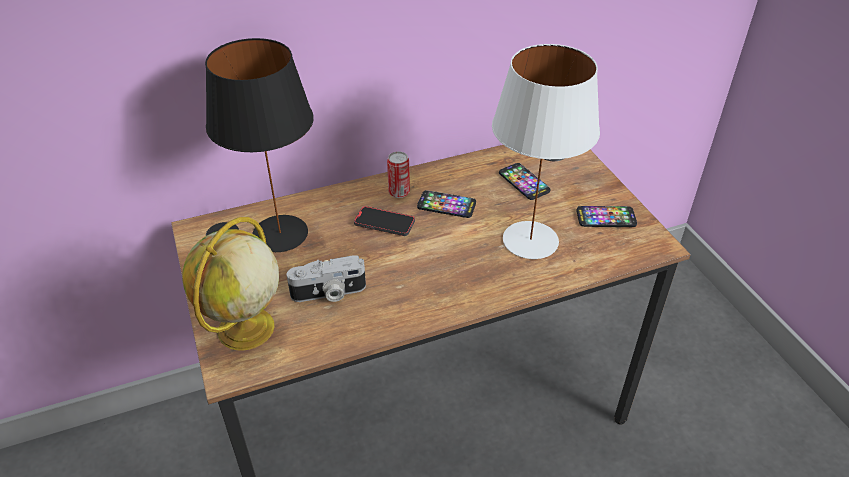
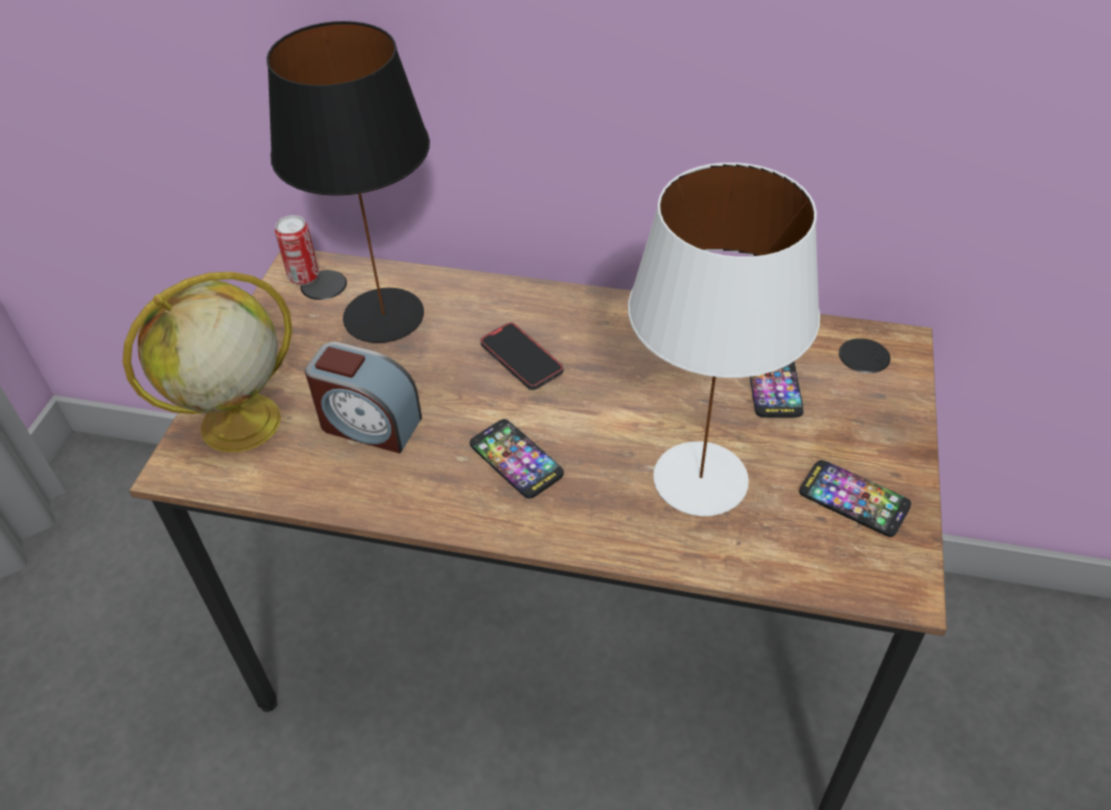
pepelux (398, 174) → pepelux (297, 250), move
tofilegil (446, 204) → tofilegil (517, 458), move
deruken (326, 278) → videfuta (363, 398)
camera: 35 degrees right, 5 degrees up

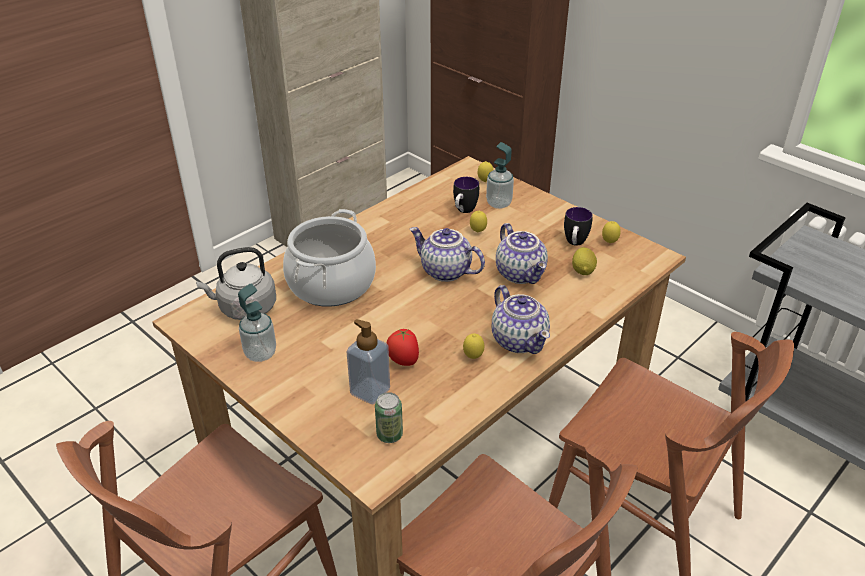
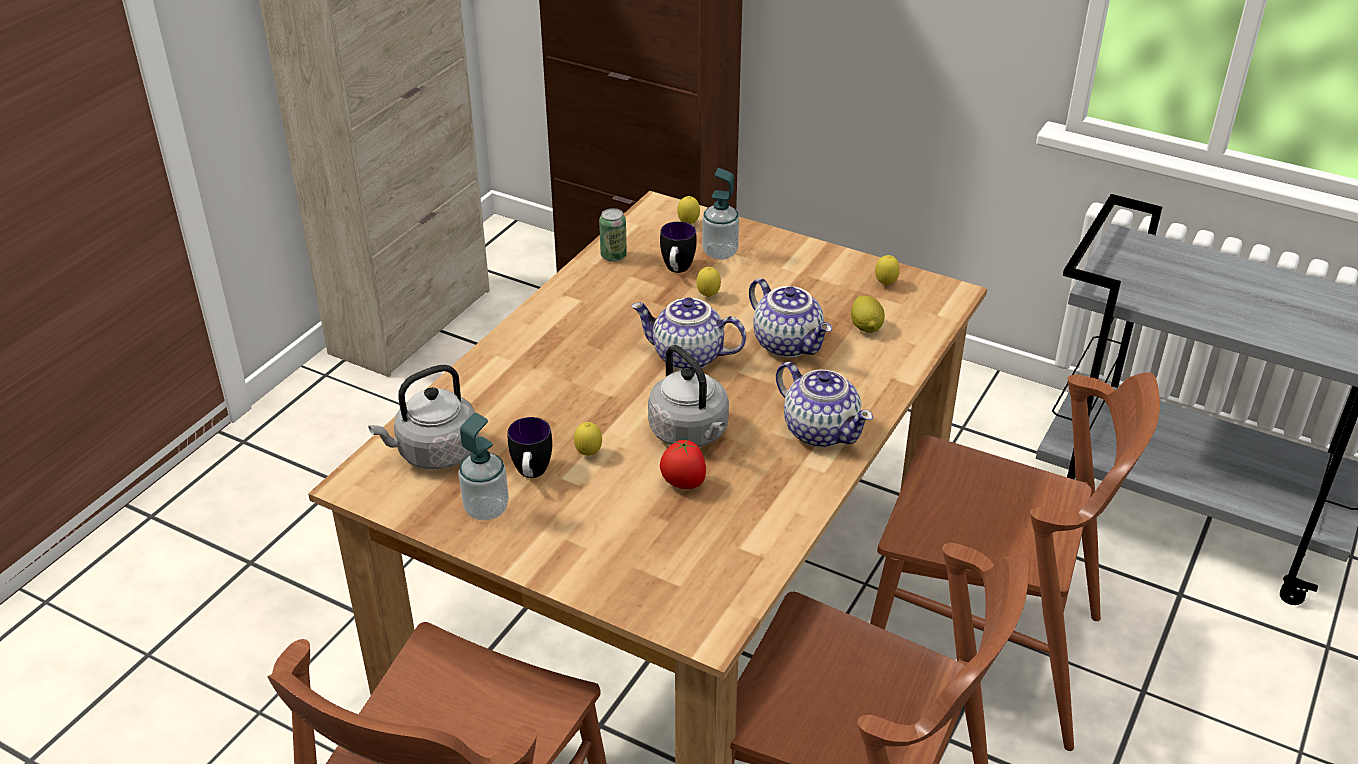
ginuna (329, 258) → -
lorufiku (368, 361) → -
- → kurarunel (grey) (688, 396)
pepelux (389, 417) → pepelux (613, 235), move
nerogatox (473, 346) → nerogatox (588, 439), move
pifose (578, 226) → pifose (530, 447), move
camera: 15 degrees left, 0 degrees up

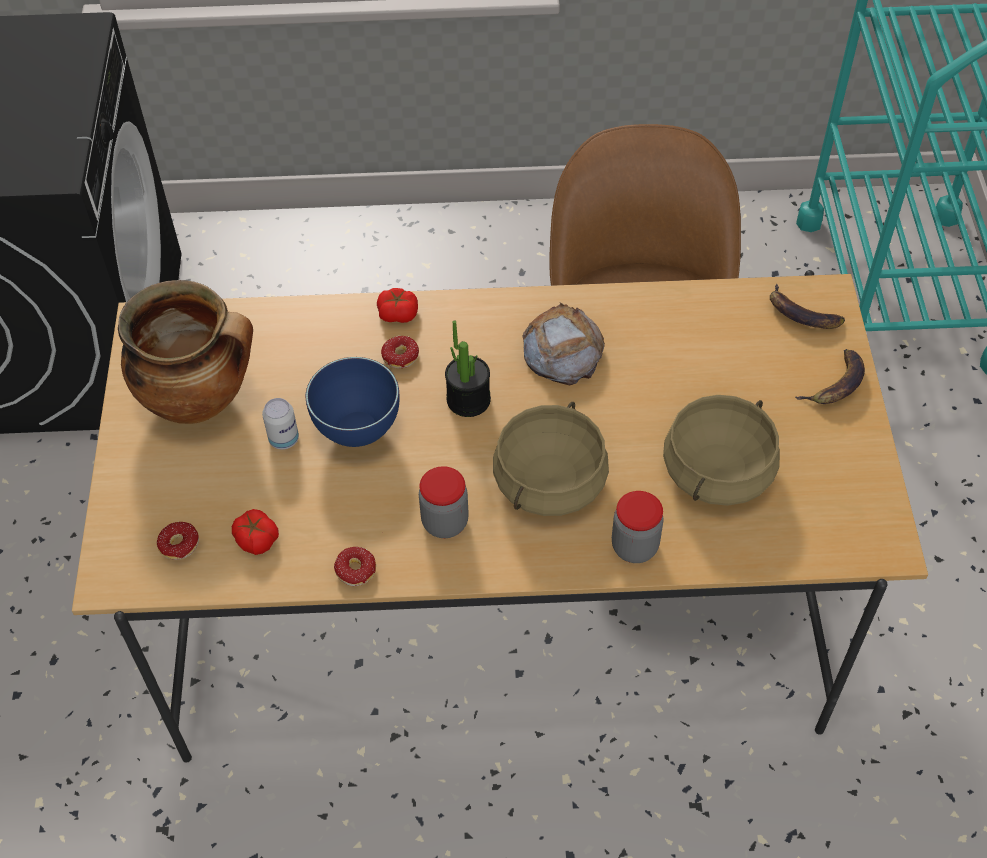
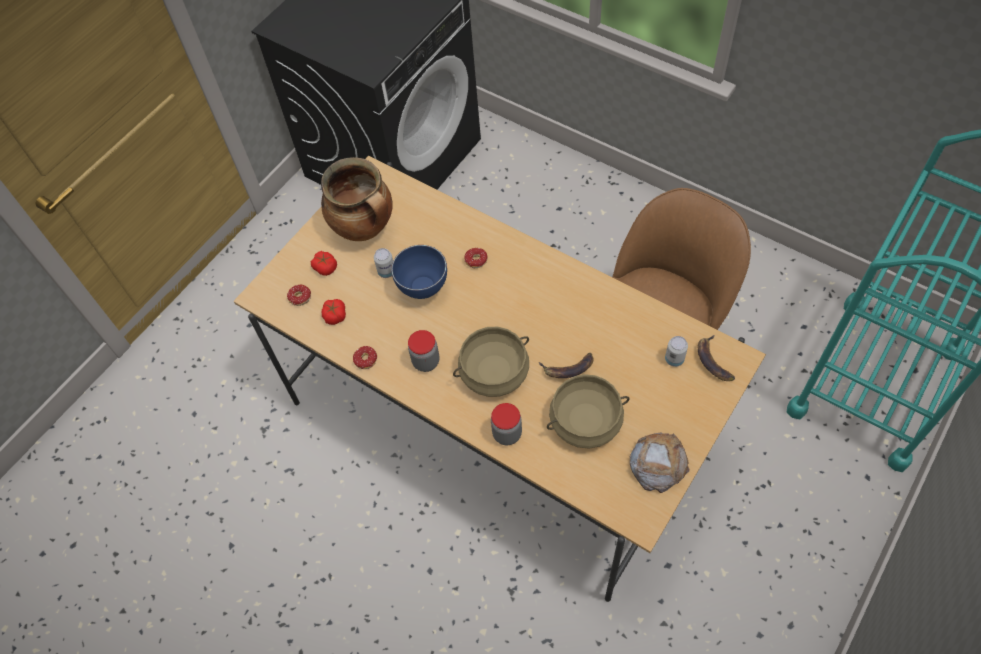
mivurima (468, 368) → -
- → pepelux (676, 351)
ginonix (397, 305) → ginonix (324, 263), move
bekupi (564, 344) → bekupi (659, 463), move
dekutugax (830, 376) → dekutugax (566, 365), move
camera: 40 degrees right, 5 degrees up

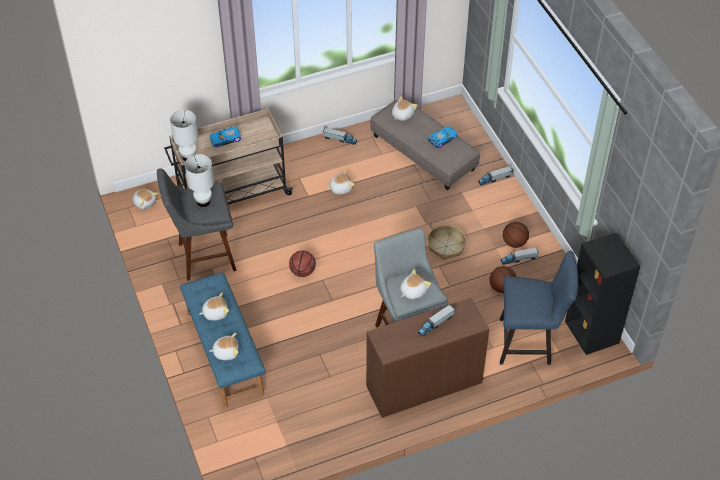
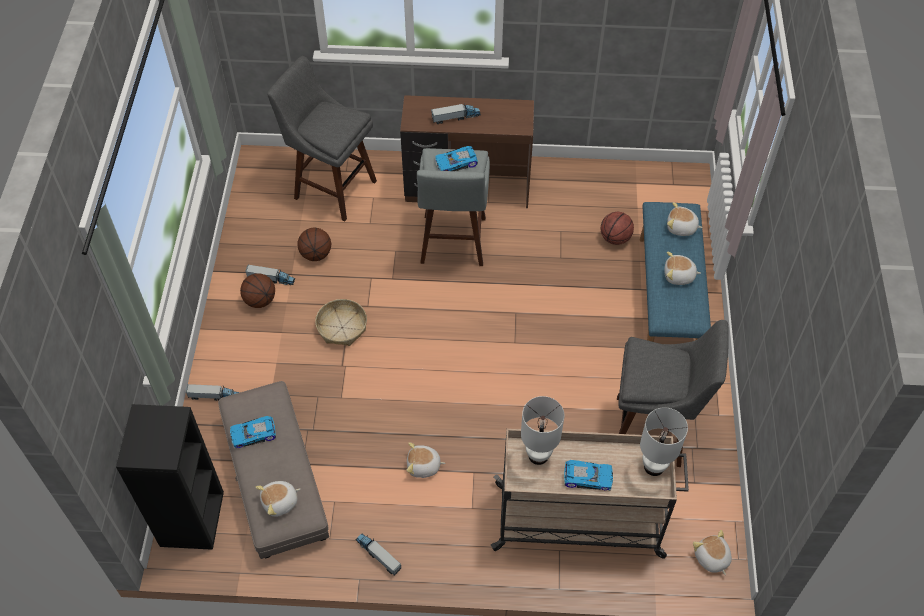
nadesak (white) (199, 180) → nadesak (white) (543, 430), move
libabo (302, 263) → libabo (617, 228), move
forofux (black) (602, 293) → forofux (black) (170, 477), move
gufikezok (415, 284) → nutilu (456, 158)
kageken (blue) (539, 308) → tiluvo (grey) (322, 138)
camera: 155 degrees left, 5 degrees up

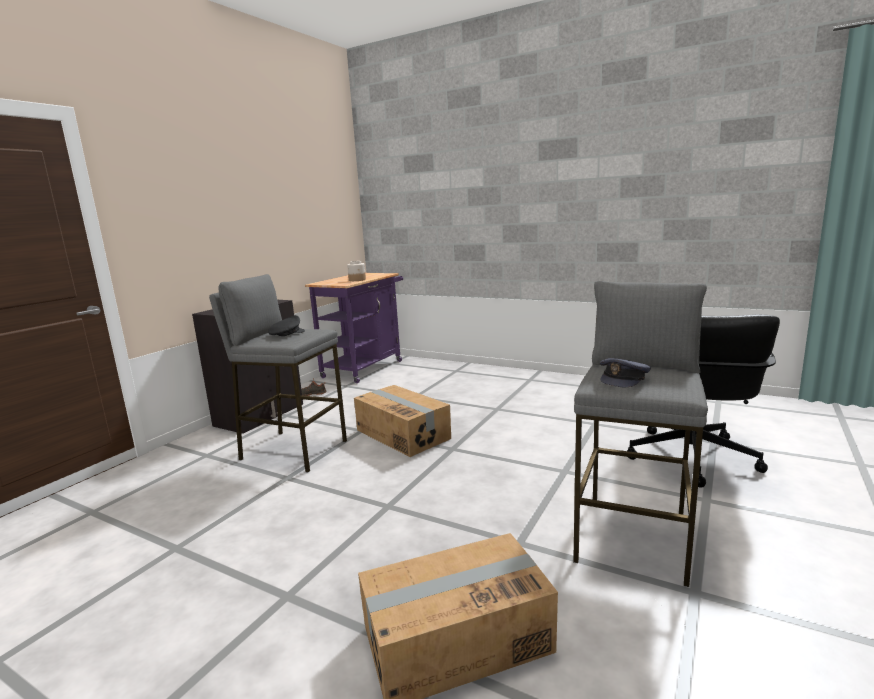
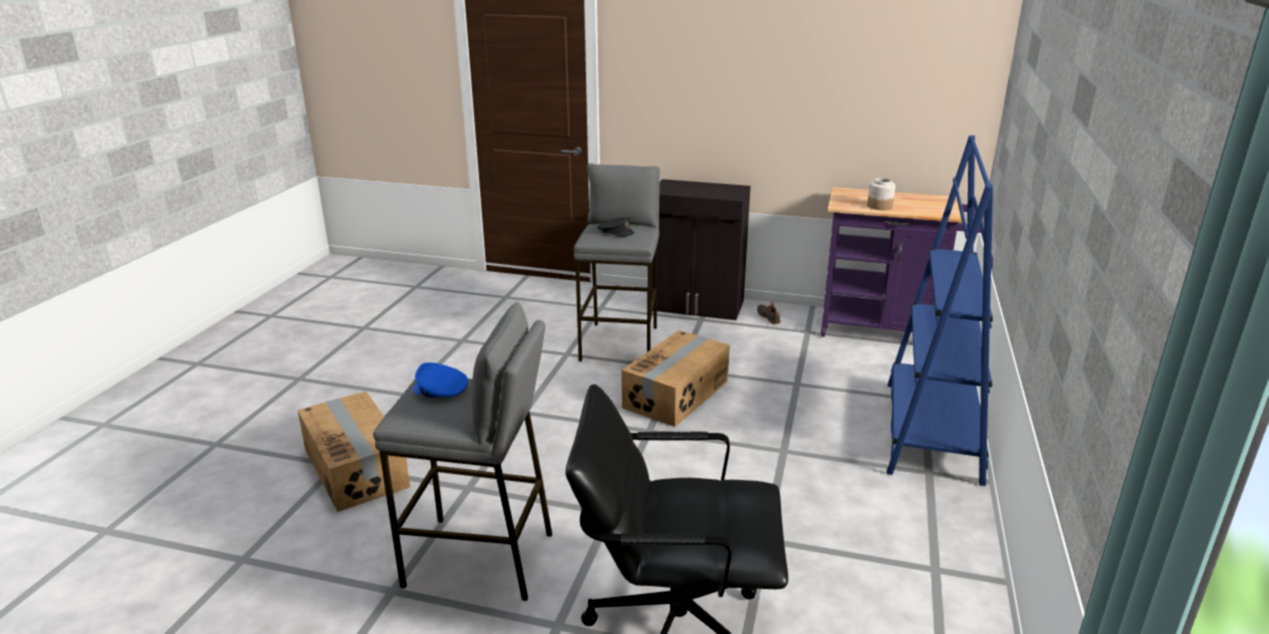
- → forofux (blue) (940, 310)
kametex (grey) (625, 372) → kametex (blue) (440, 380)
camera: 75 degrees right, 10 degrees up

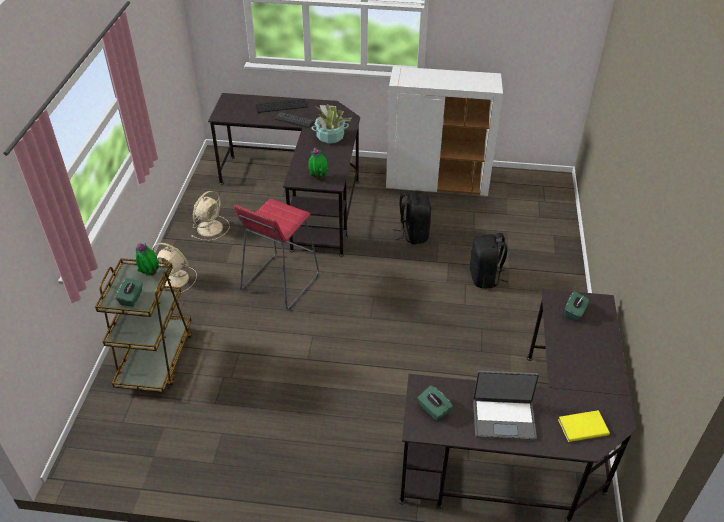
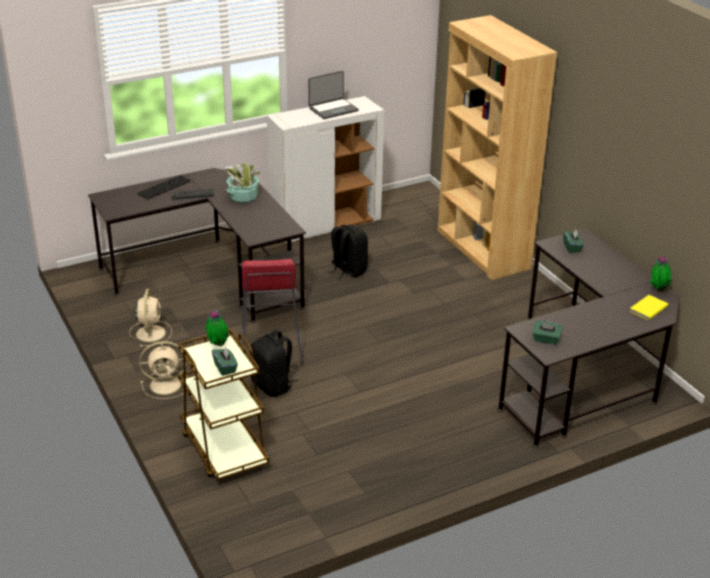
- → forofux (brown) (497, 147)
mivurima (318, 164) → mivurima (661, 274), move
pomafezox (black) (489, 260) → pomafezox (black) (274, 363), move
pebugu (506, 405) → pebugu (333, 95), move
camera: 35 degrees left, 10 degrees down

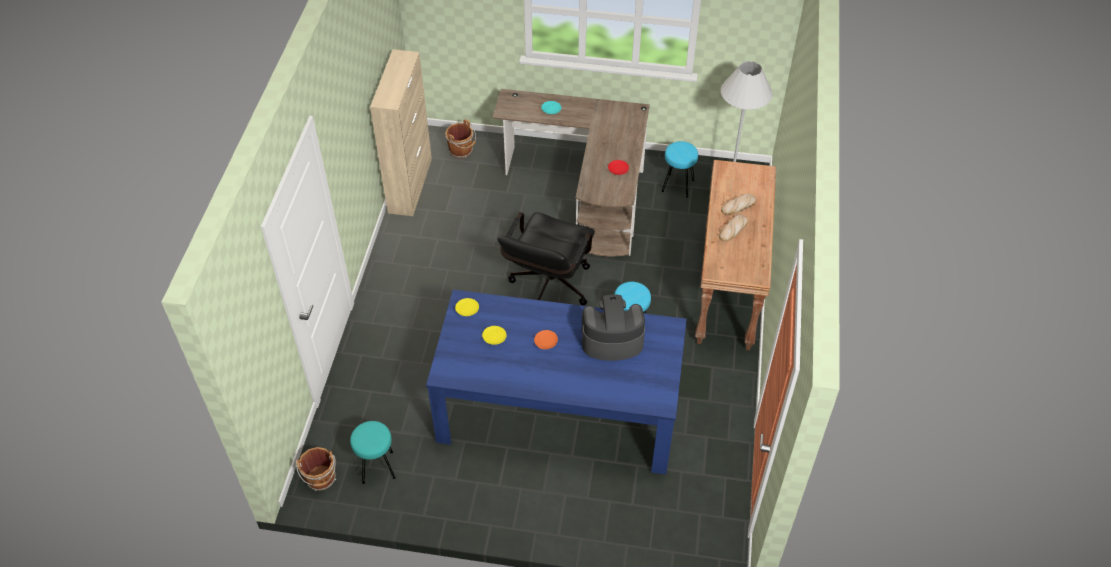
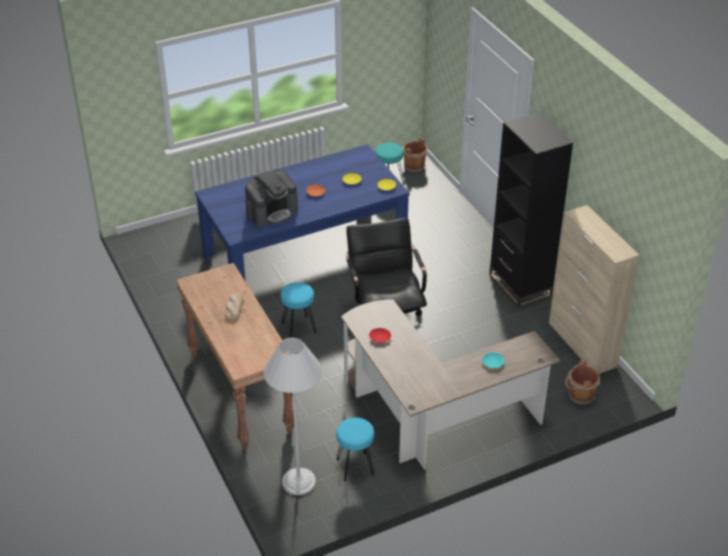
bekupi (738, 204) → -
- → forofux (black) (531, 210)
camera: 145 degrees right, 10 degrees down

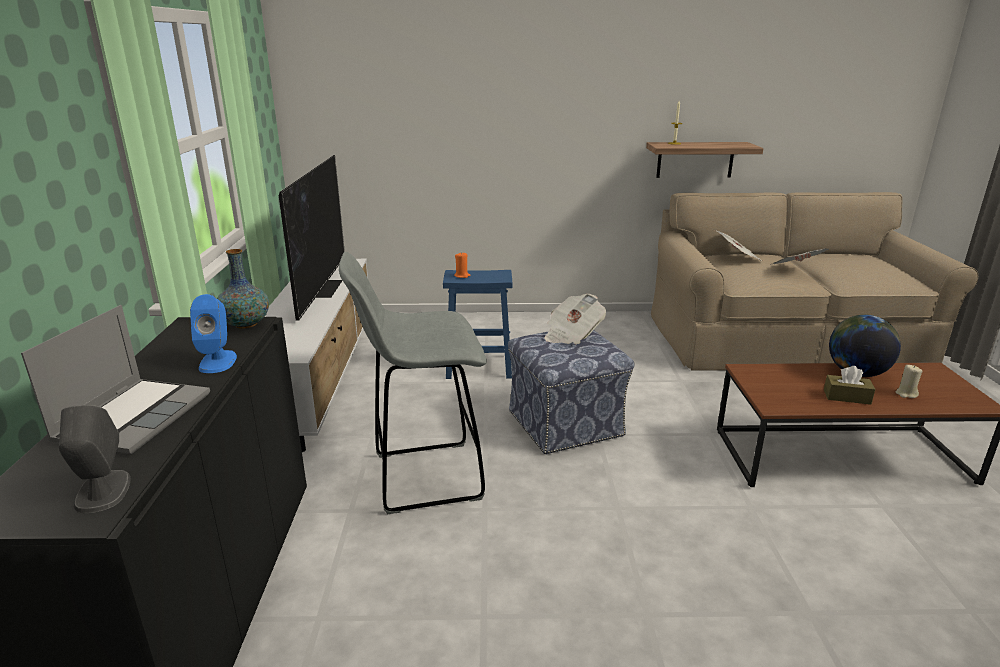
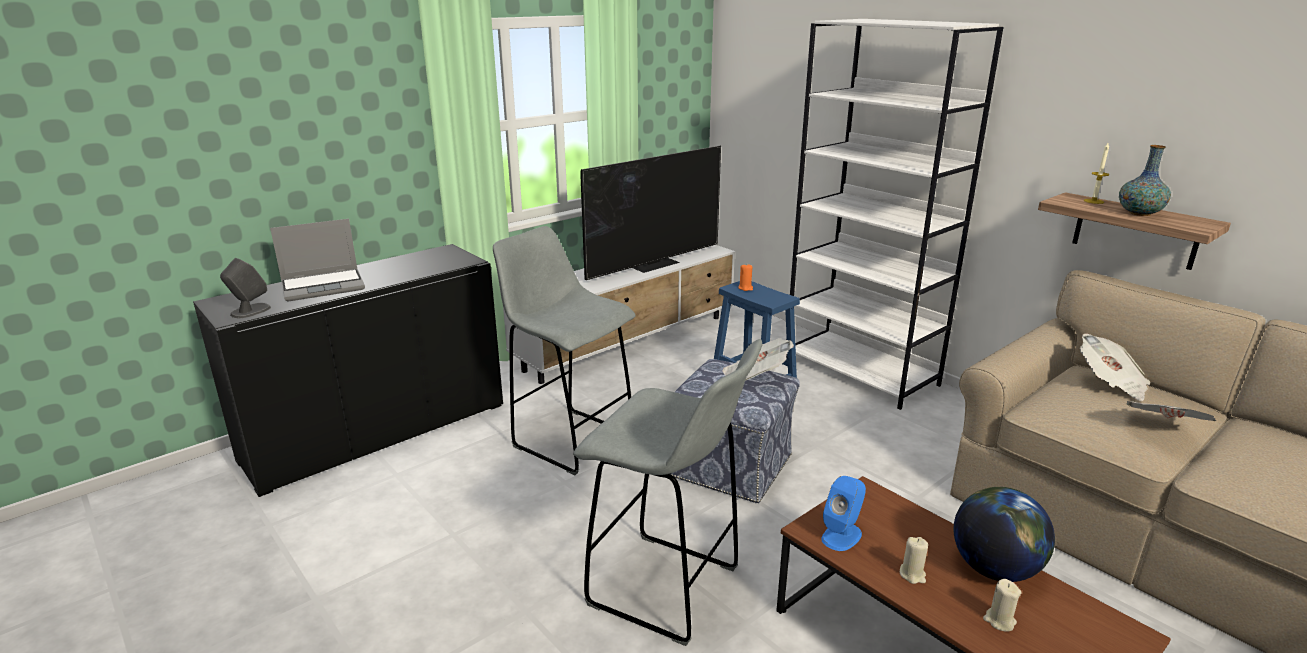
- → tiluvo (grey) (668, 492)
- → forofux (white) (894, 214)
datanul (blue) (213, 333) → datanul (blue) (843, 513), move
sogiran (243, 289) → sogiran (1145, 180), move
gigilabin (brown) (849, 385) → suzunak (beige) (914, 560)
camera: 50 degrees right, 0 degrees up

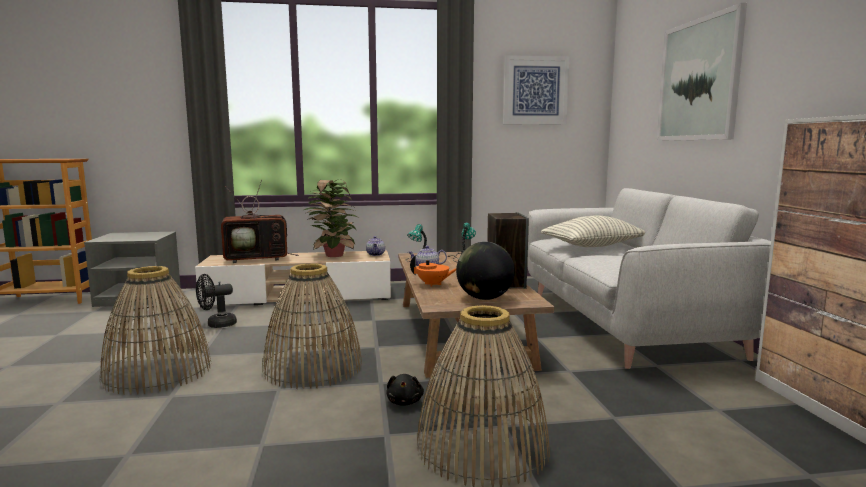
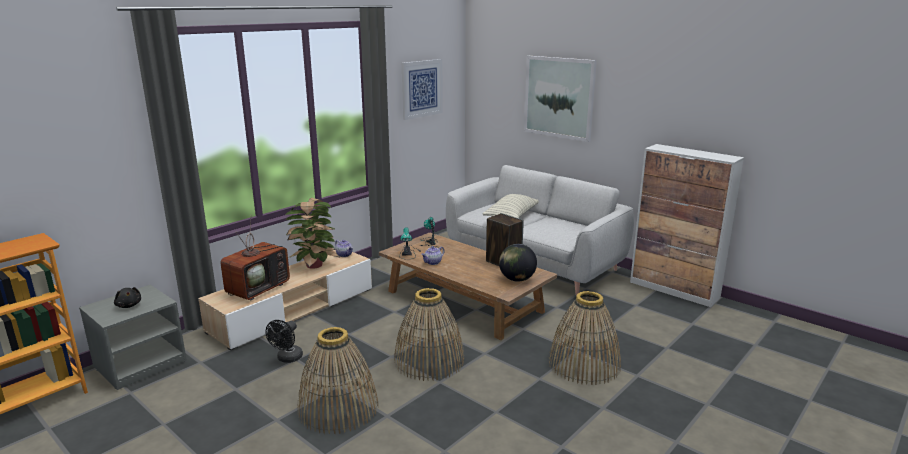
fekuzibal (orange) (433, 271) → -
gufikezok (black) (405, 390) → gufikezok (black) (127, 297), move
camera: 40 degrees left, 10 degrees up

